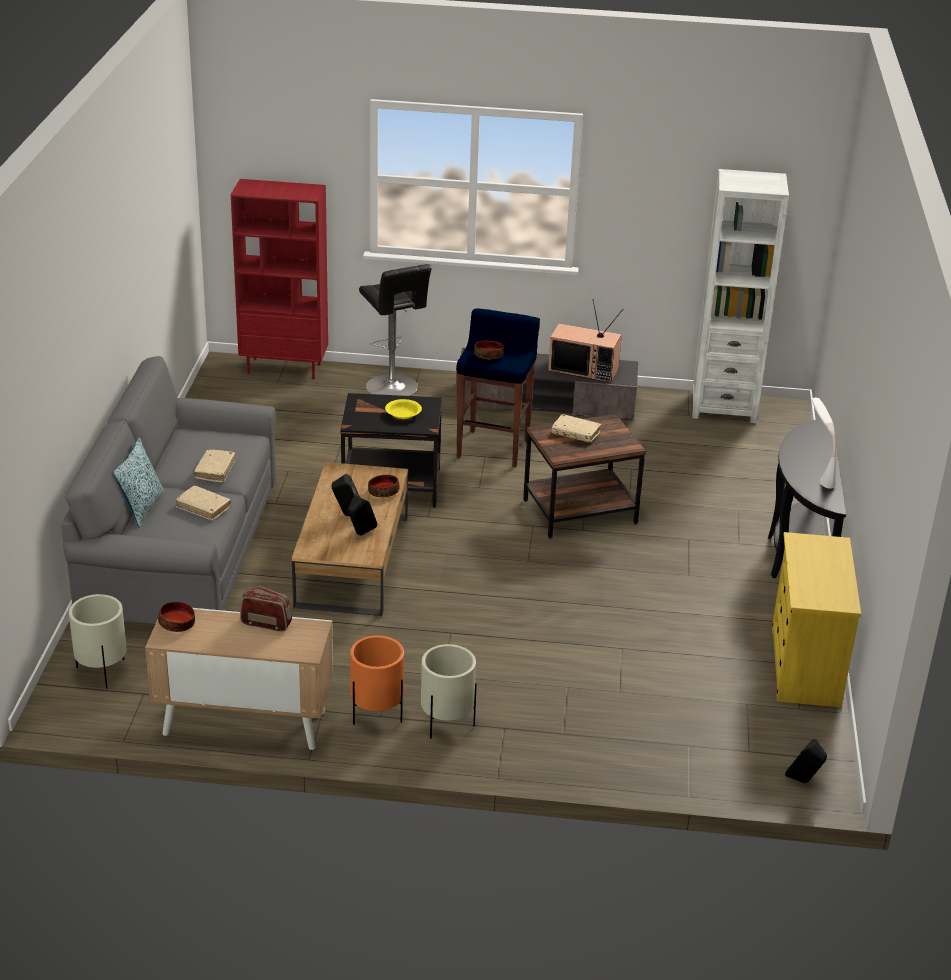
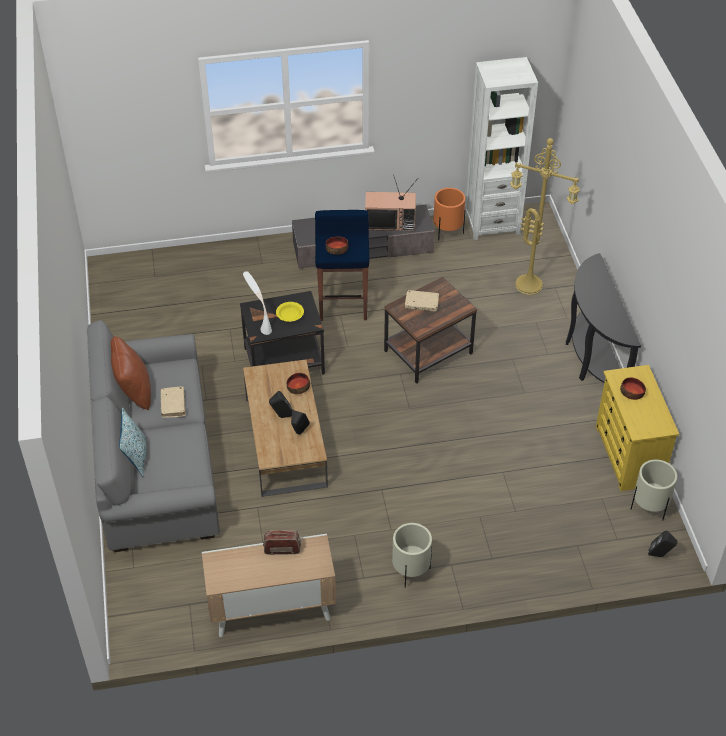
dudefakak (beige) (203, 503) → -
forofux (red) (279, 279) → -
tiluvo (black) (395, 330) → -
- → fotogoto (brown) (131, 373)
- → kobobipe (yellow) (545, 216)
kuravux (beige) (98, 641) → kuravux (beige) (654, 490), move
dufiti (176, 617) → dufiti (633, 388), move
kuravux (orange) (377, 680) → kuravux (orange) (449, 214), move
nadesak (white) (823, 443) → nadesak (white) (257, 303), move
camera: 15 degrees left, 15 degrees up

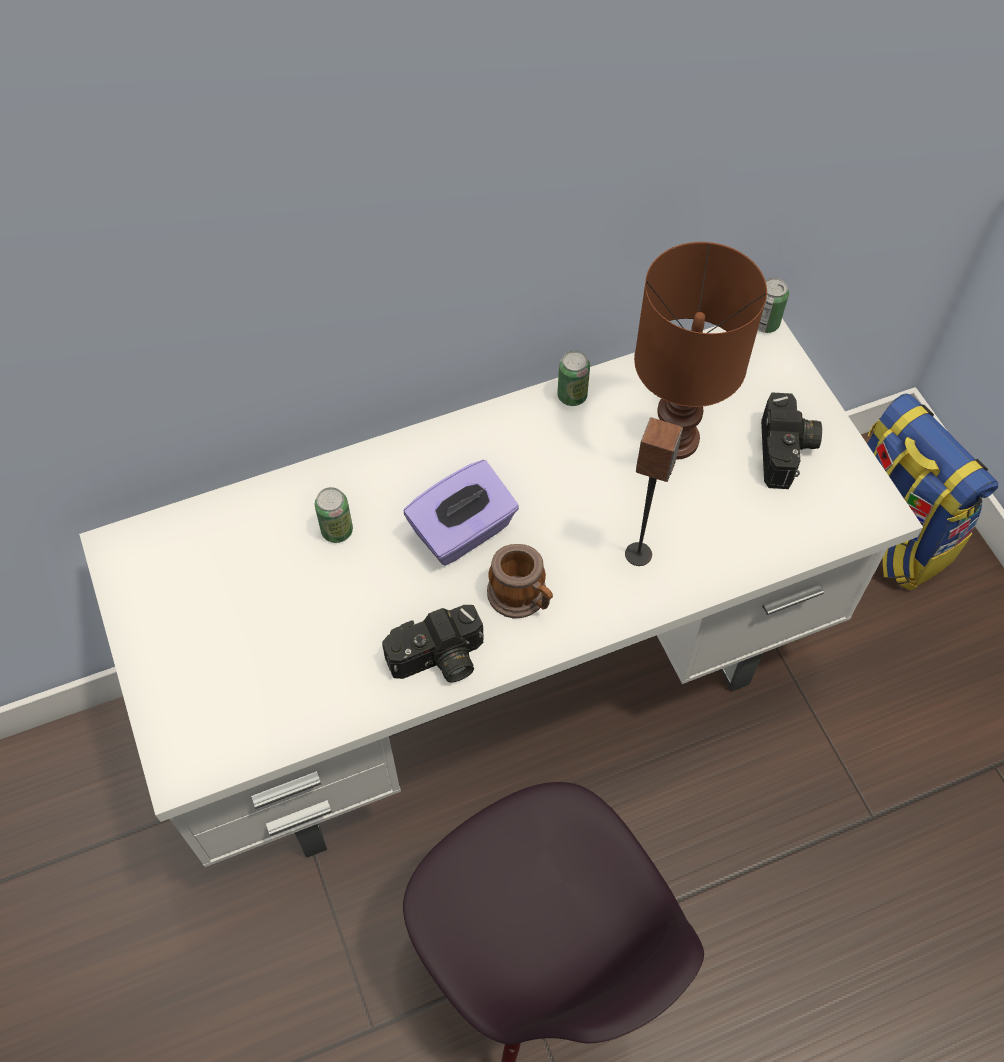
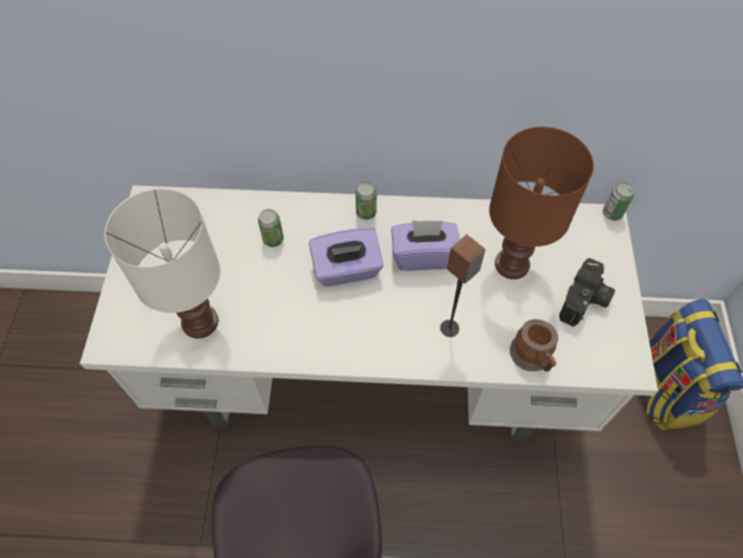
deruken (433, 643) → -
- → nadesak (white) (163, 263)
- → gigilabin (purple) (425, 245)
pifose (520, 581) → pifose (534, 345), move
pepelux (573, 378) → pepelux (366, 201), move
camera: 25 degrees right, 0 degrees up

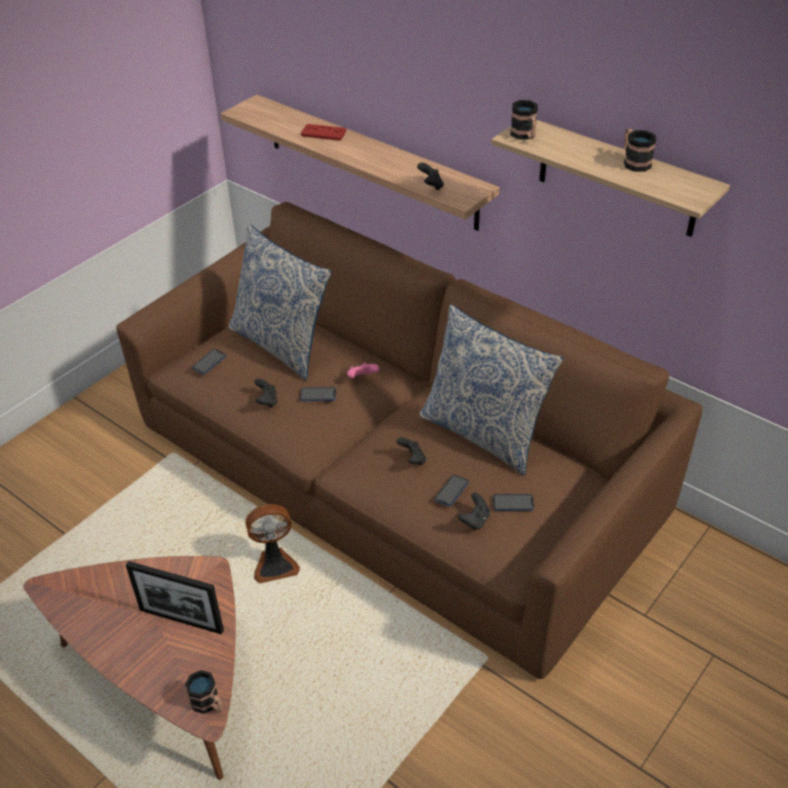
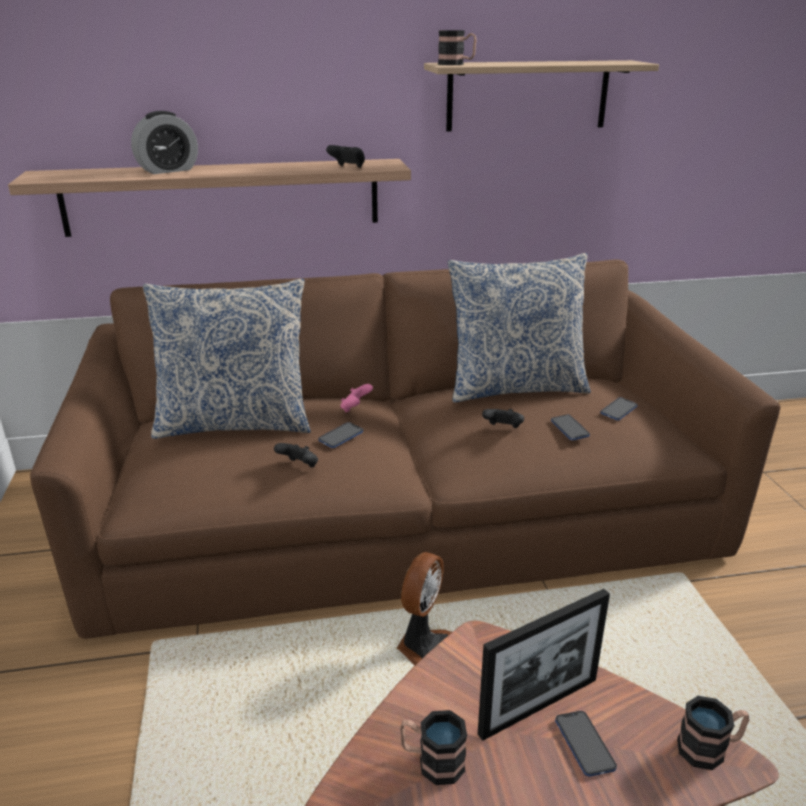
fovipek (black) (474, 511) → -
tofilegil (209, 361) → tofilegil (586, 744), move
pifose (640, 150) → pifose (433, 747), move
fovipek (red) (323, 132) → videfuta (164, 142)
camera: 50 degrees left, 15 degrees down

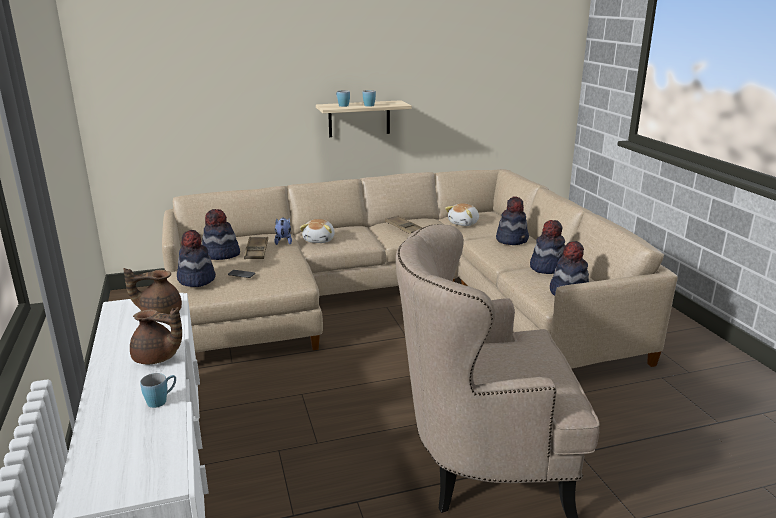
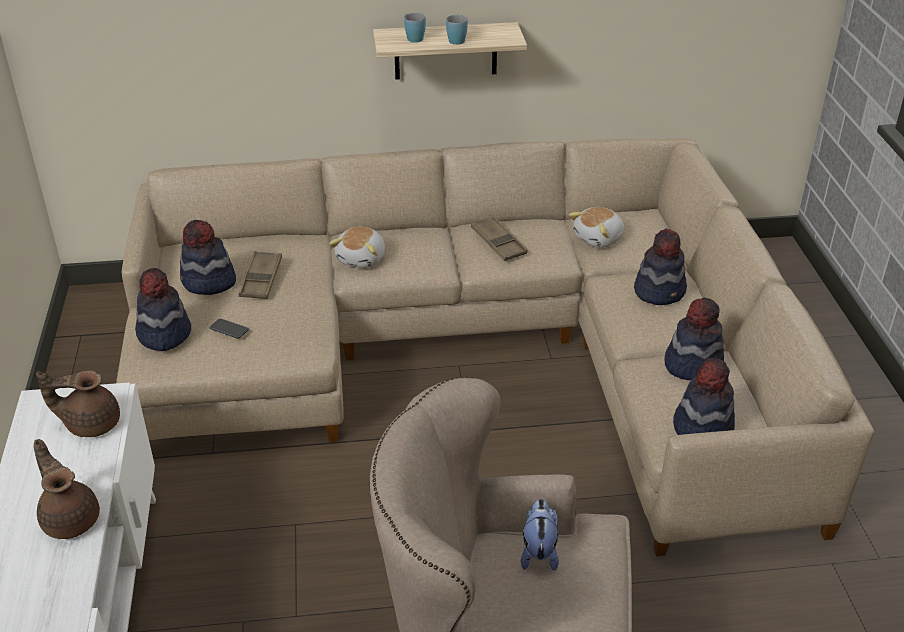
pifose (blue) (158, 390) → -
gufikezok (283, 231) → gufikezok (540, 535), move
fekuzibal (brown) (156, 335) → fekuzibal (brown) (67, 489), 150 degrees counterclockwise
camera: 10 degrees right, 15 degrees up

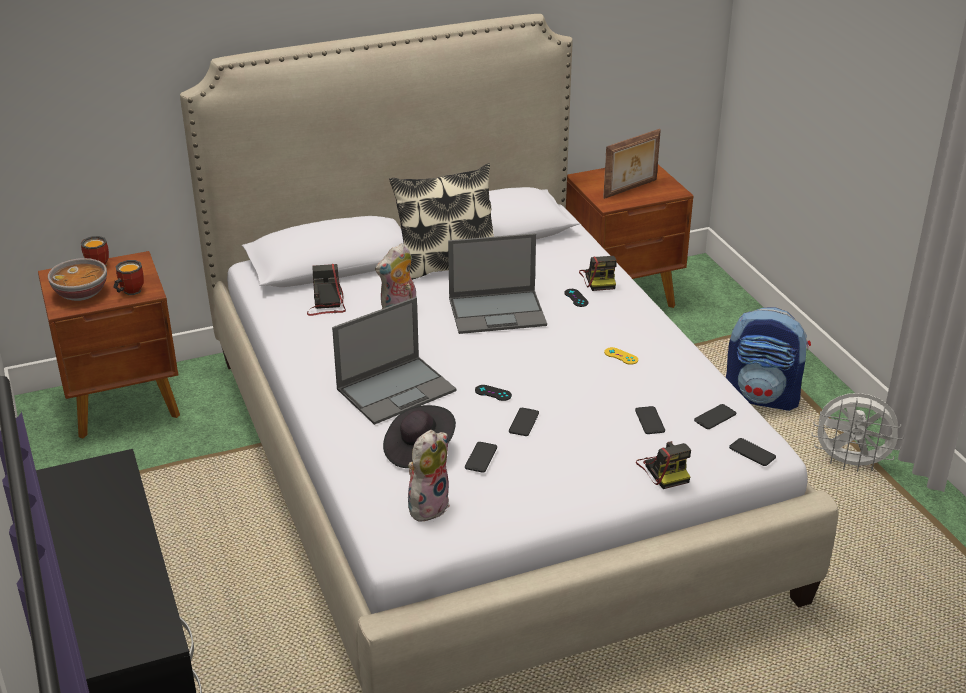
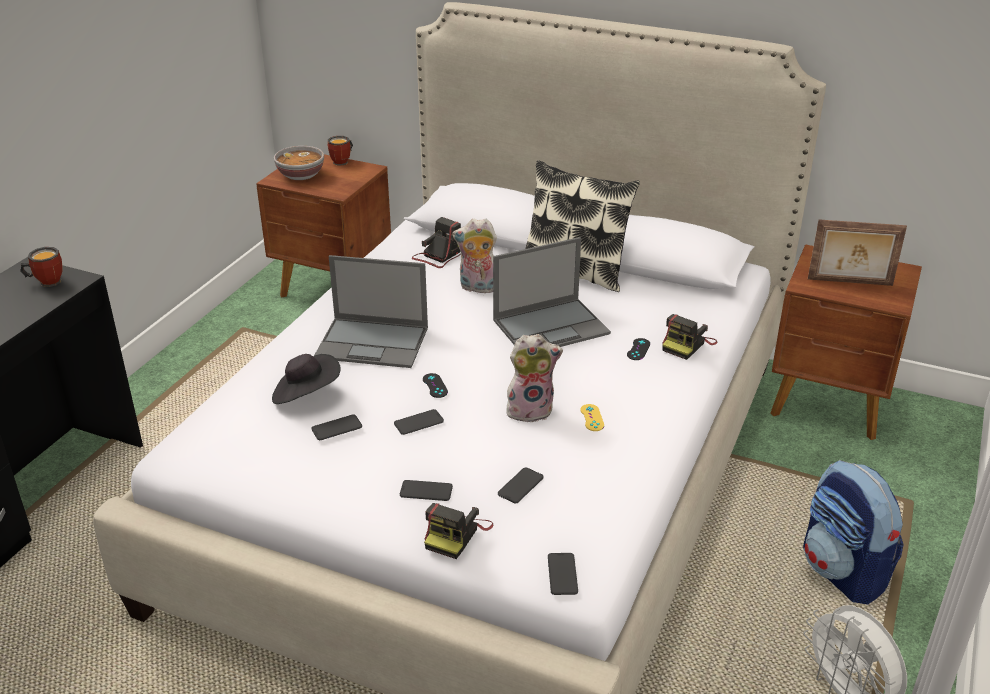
pifose (128, 277) → pifose (41, 267), move
gufikezok (429, 476) → gufikezok (534, 378), move
tofilegil (715, 416) → tofilegil (426, 490), move
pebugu (497, 283) → pebugu (552, 292), 60 degrees counterclockwise
camera: 45 degrees right, 0 degrees up

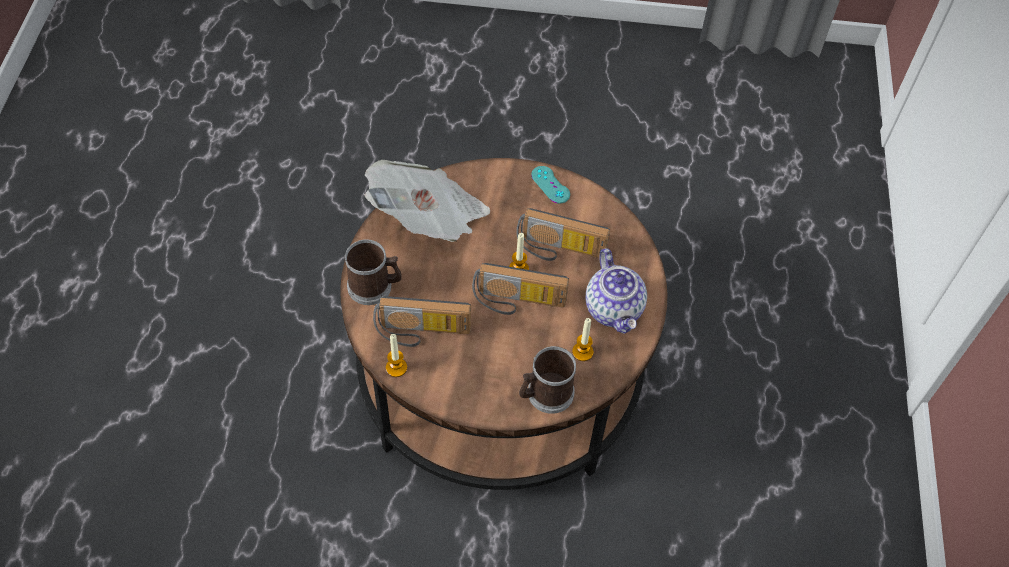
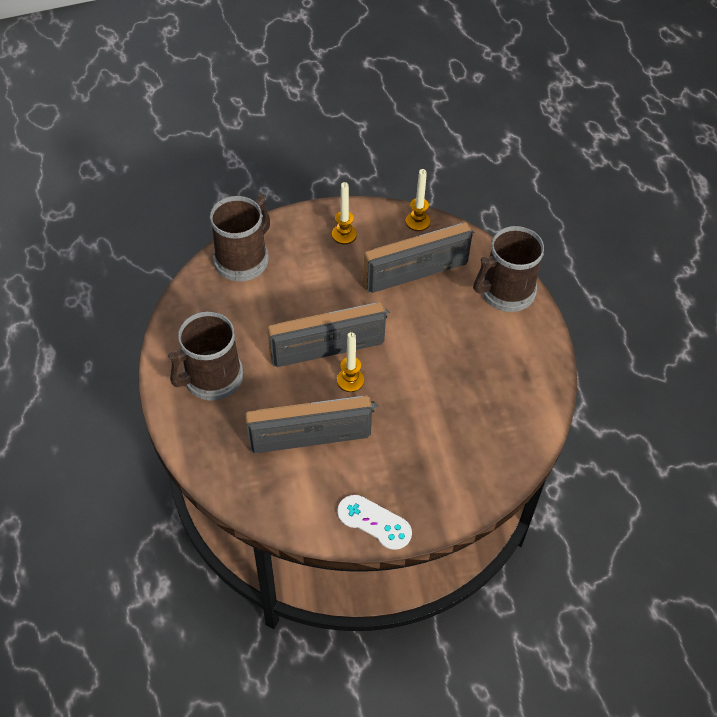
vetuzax (427, 201) → -
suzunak (582, 339) → suzunak (344, 213), move
fekuzibal (616, 291) → pifose (205, 356)
fovipek (turquoise) (550, 185) → fovipek (white) (374, 522)
camera: 155 degrees right, 0 degrees up

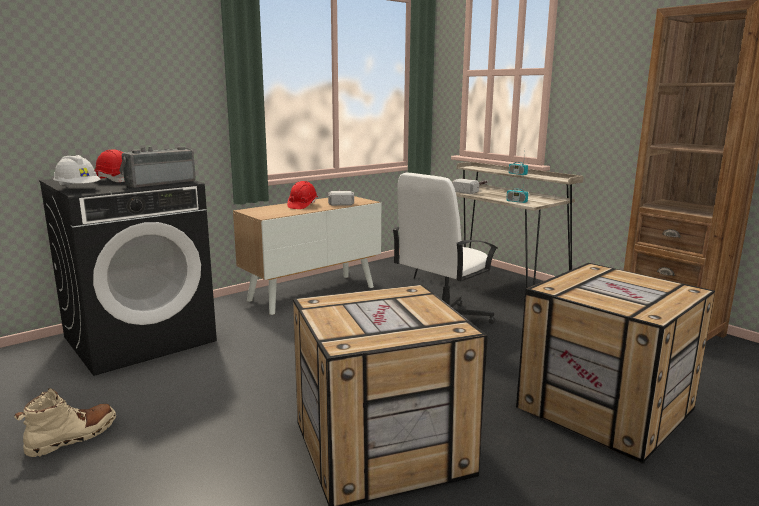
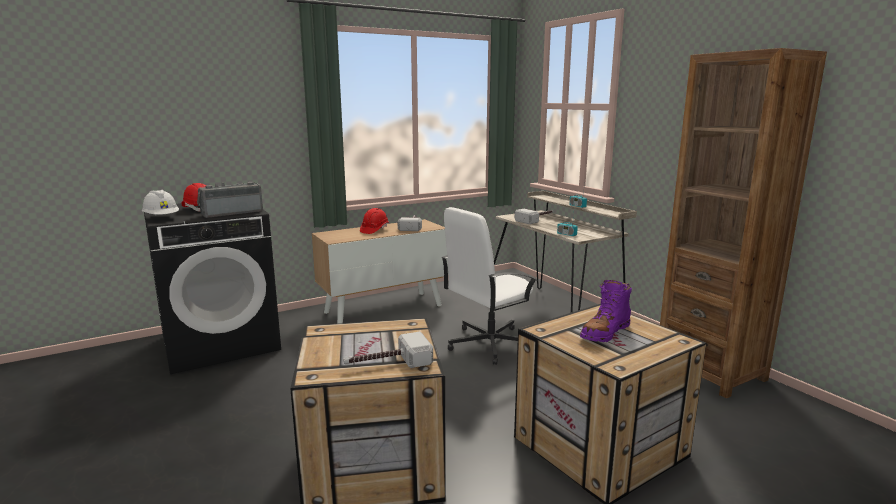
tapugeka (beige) (65, 422) → -
- → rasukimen (388, 350)
- → tapugeka (purple) (606, 311)
camera: 10 degrees right, 0 degrees up

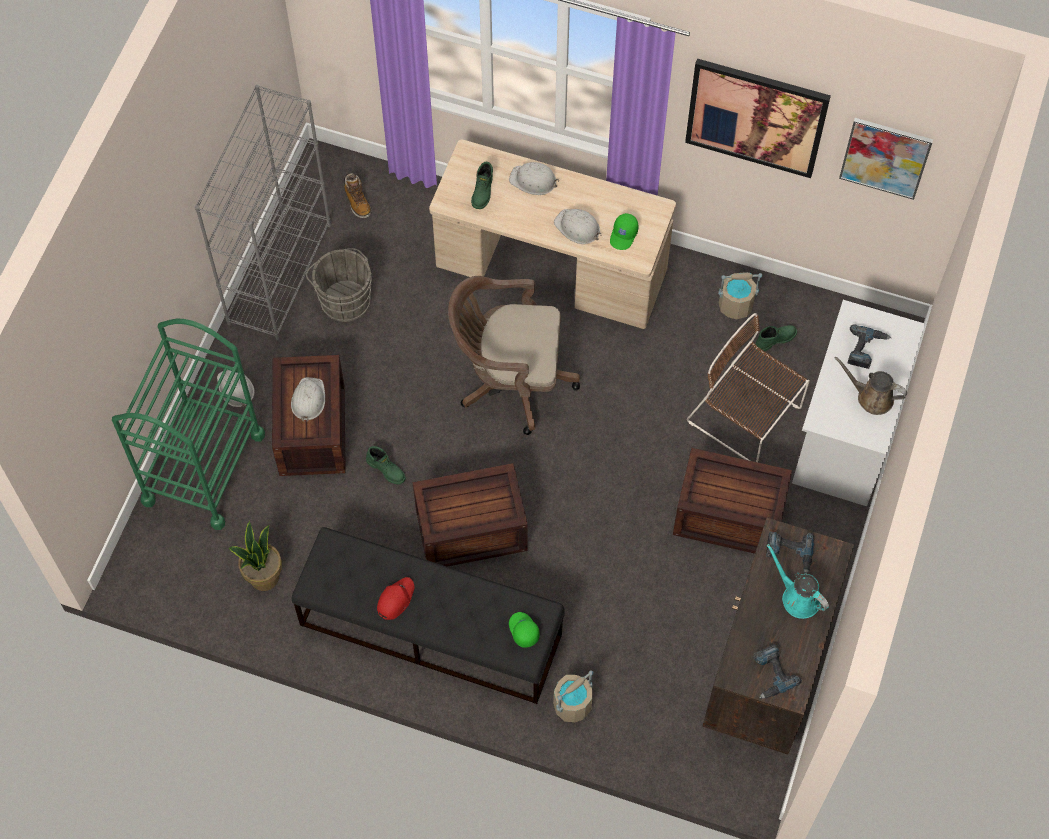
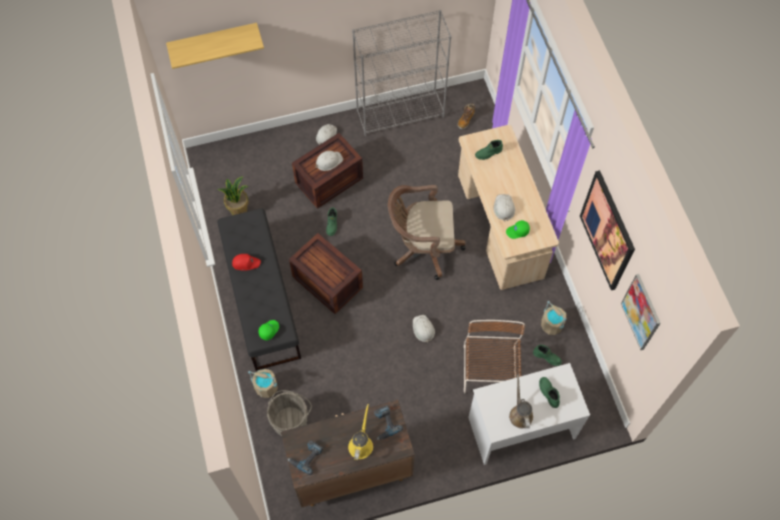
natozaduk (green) (188, 424) → -
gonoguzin (732, 501) → -
- → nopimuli (215, 46)
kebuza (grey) (339, 285) → kebuza (grey) (289, 413), move
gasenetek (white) (534, 178) → gasenetek (white) (424, 329), move
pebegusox (869, 346) → tapugeka (green) (549, 392)
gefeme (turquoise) (798, 581) → gefeme (yellow) (360, 432)
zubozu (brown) (514, 355) → zubozu (brown) (426, 232), 60 degrees counterclockwise
camera: 55 degrees right, 0 degrees up

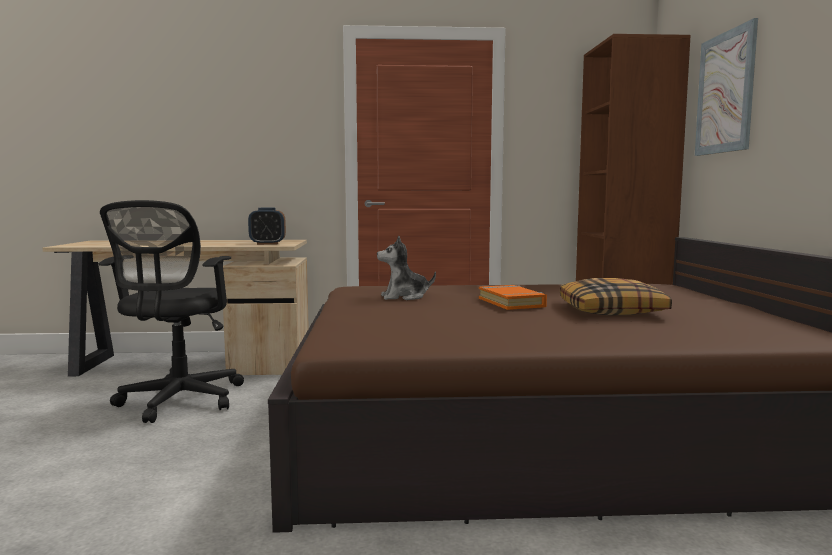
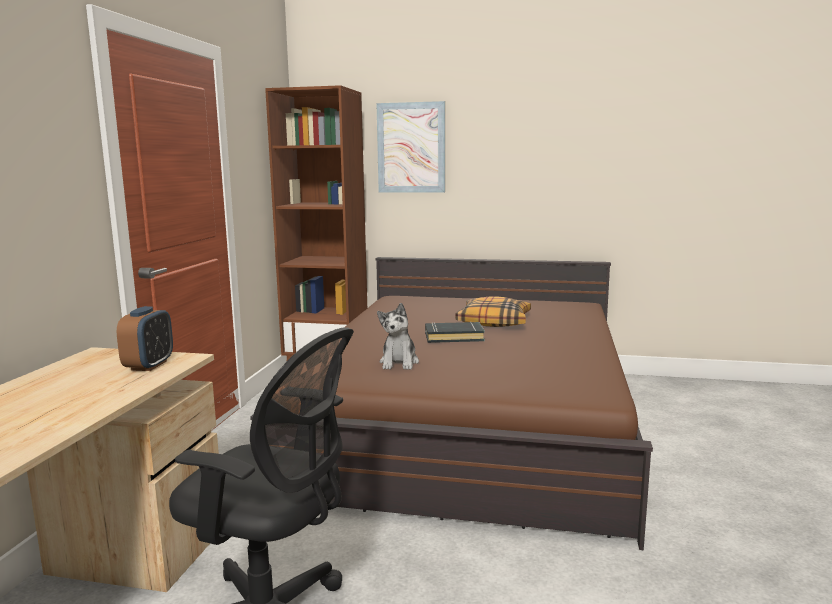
dudefakak (orange) (513, 297) → dudefakak (black) (455, 332)
camera: 75 degrees left, 5 degrees up

